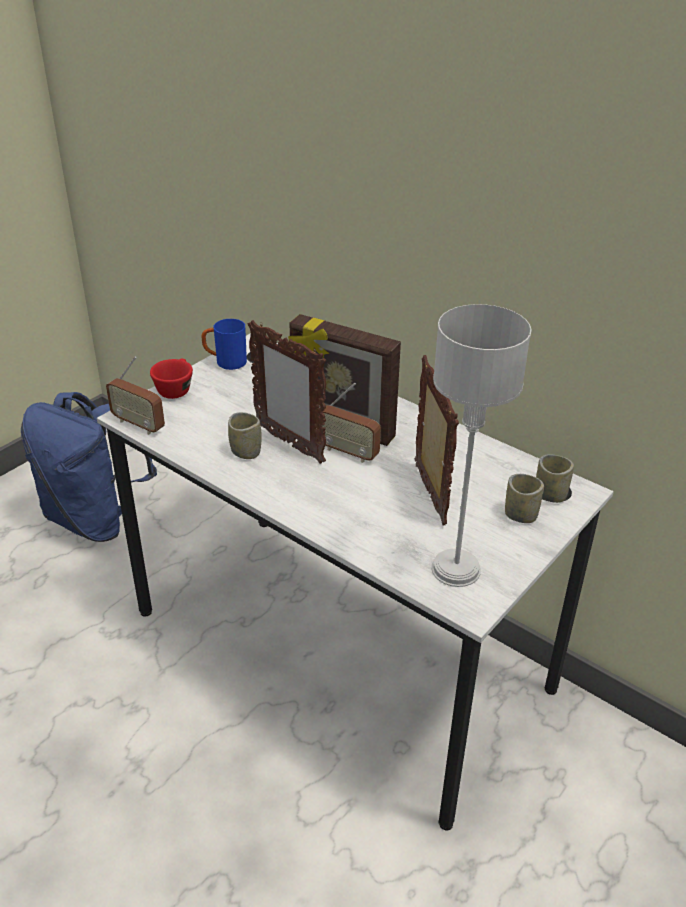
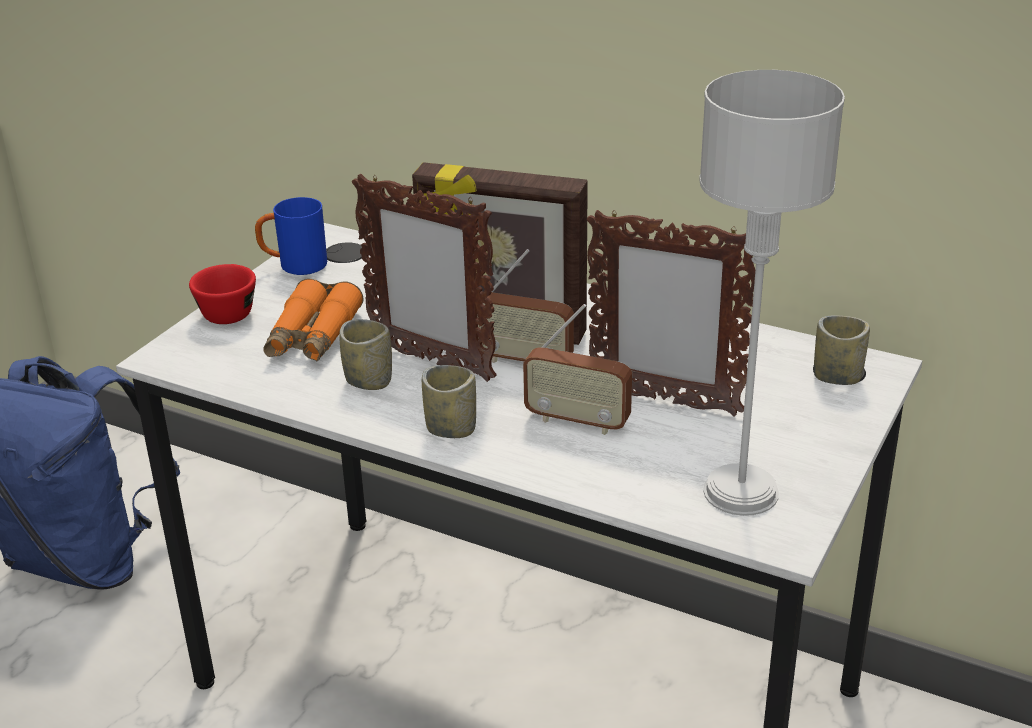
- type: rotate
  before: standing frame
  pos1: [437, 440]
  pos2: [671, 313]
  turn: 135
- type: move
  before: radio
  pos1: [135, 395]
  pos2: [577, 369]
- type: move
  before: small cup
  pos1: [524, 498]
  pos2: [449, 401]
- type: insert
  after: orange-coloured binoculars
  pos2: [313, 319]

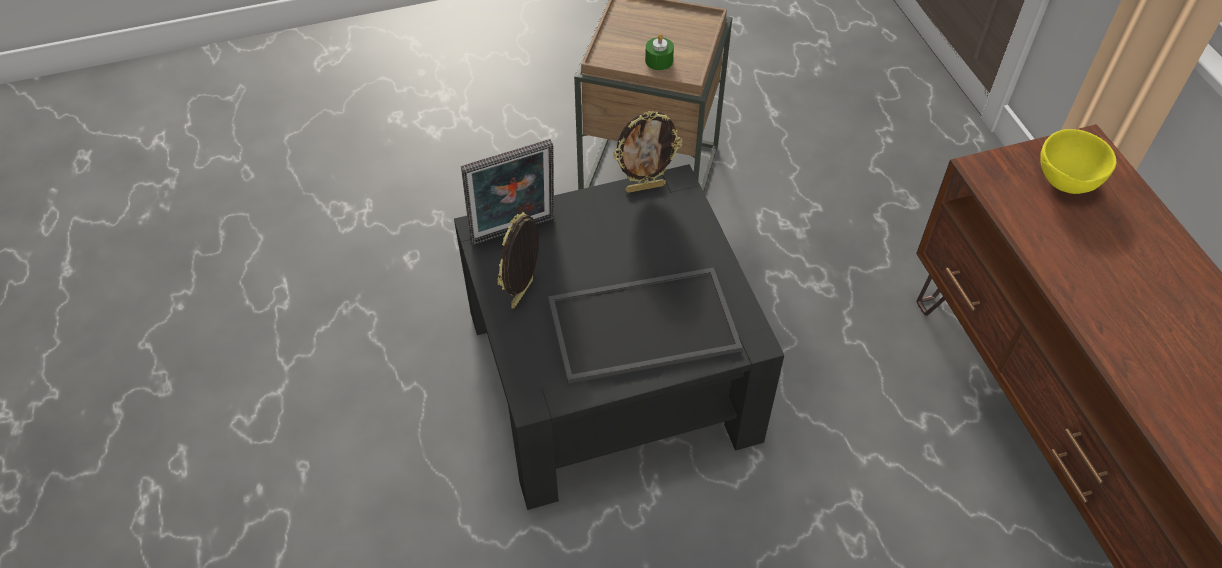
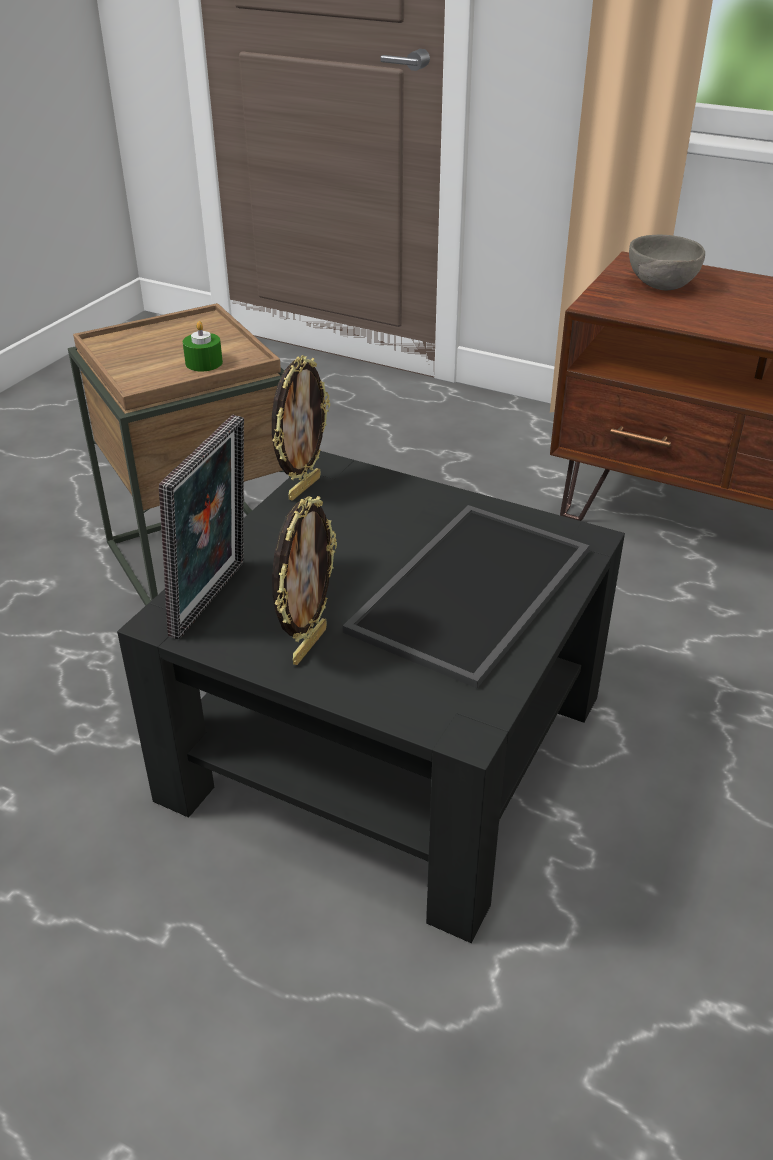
- type: recolor
  before: yellow-coloured deep dish
  after: gray deep dish
  pos1: [1078, 161]
  pos2: [667, 262]
- type: rotate
  before: standing frame
  pos1: [518, 260]
  pos2: [304, 580]
  turn: -135

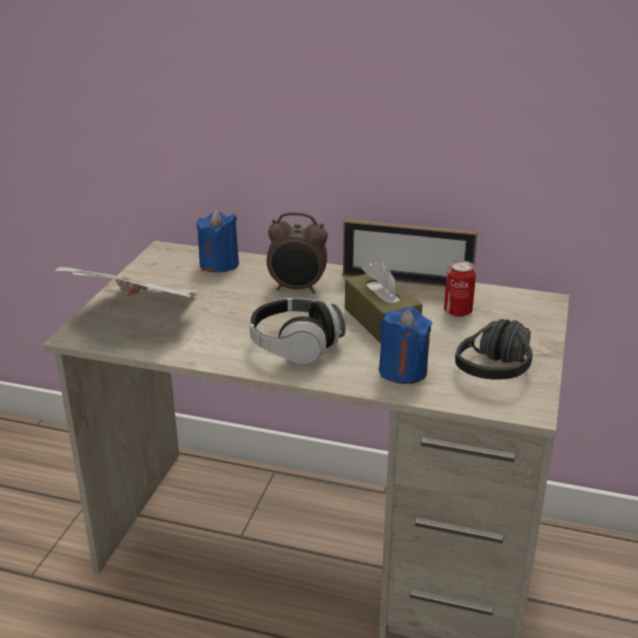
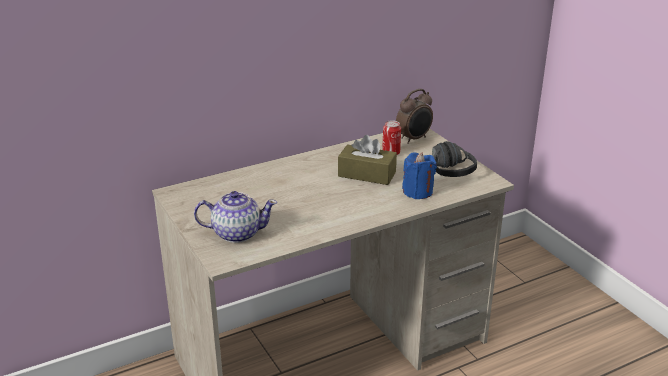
- type: delete
  before: blue wax candle
  pos1: [218, 241]
- type: move
  before: bedside clock
  pos1: [297, 252]
  pos2: [414, 116]
- type: delete
  before: standing frame
  pos1: [410, 253]
- type: replace
  before: daily paper
  after: teapot
  pos1: [126, 282]
  pos2: [235, 217]
- type: delete
  before: pair of headphones
  pos1: [297, 331]

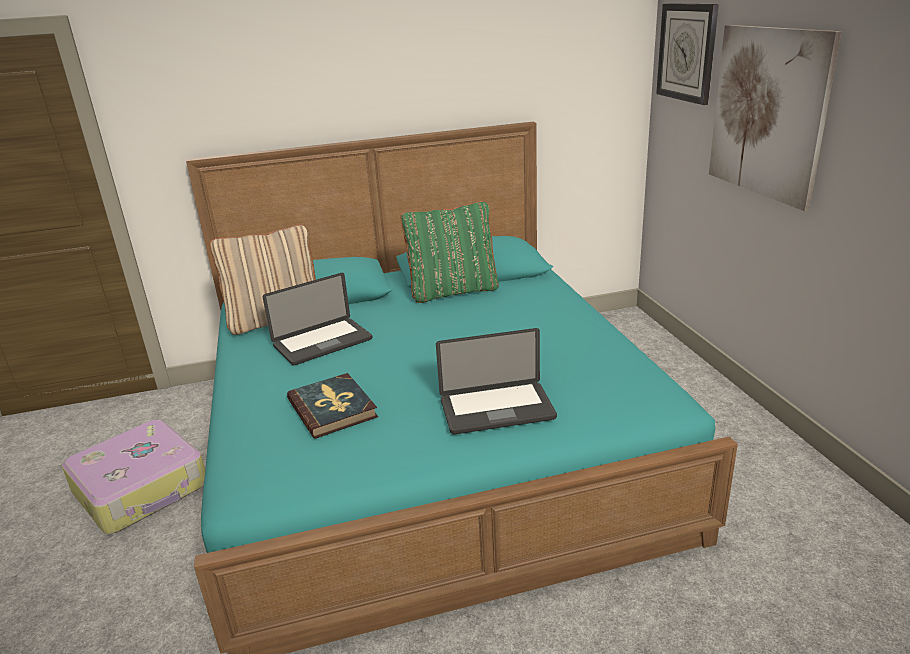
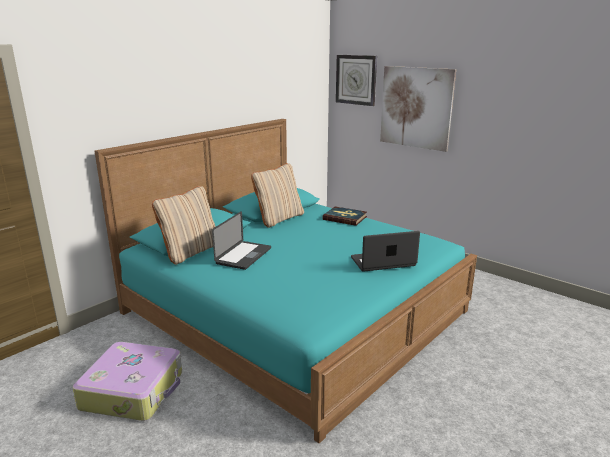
- type: recolor
  before: greenish pillow
  after: beige-coloured pillow
  pos1: [450, 252]
  pos2: [277, 195]
- type: rotate
  before: laptop
  pos1: [496, 381]
  pos2: [385, 251]
  turn: -150
- type: move
  before: volume
  pos1: [332, 406]
  pos2: [345, 216]

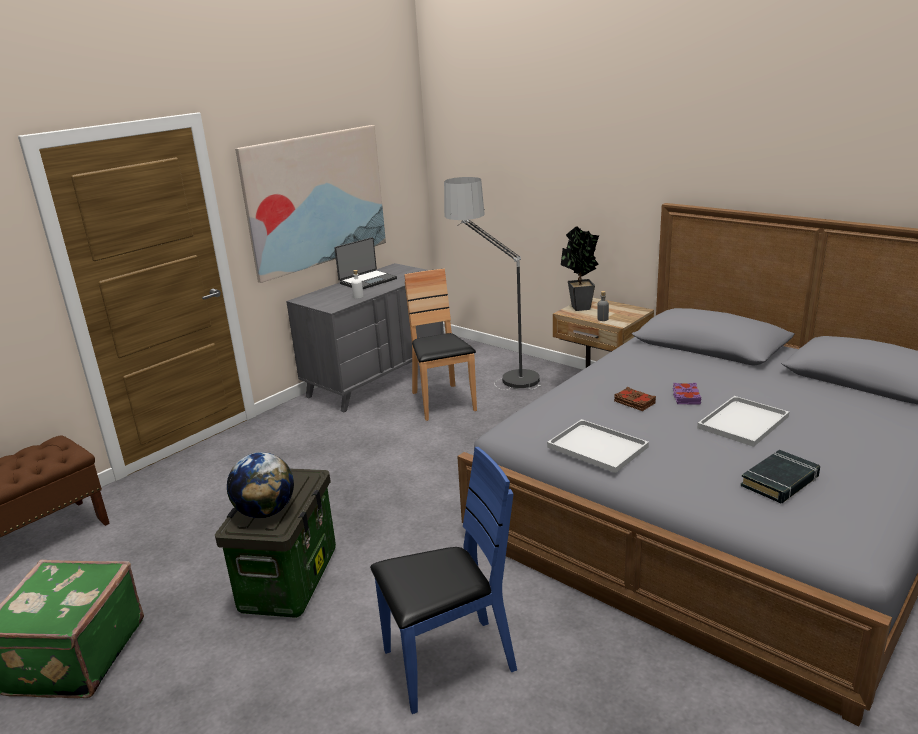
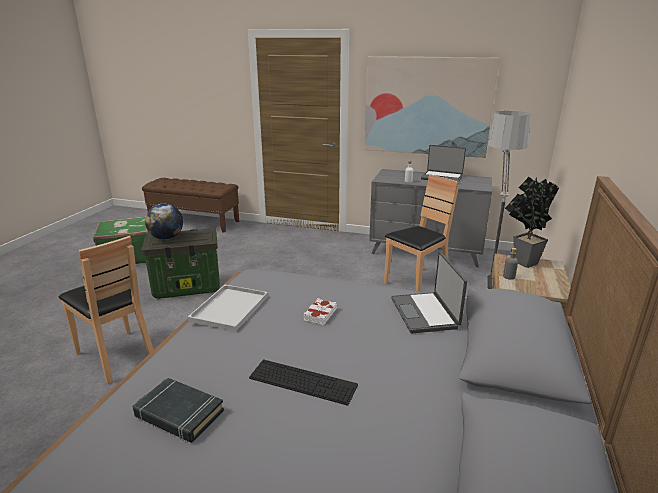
- type: delete
  before: purple volume
  pos1: [687, 394]
- type: recolor
  before: brownish volume
  after: whitish volume
  pos1: [635, 399]
  pos2: [320, 311]
- type: replace
  before: whitish carrying tray
  after: keyboard
  pos1: [743, 421]
  pos2: [303, 382]
- type: recolor
  before: blue upright chair
  after: brownish upright chair
  pos1: [443, 580]
  pos2: [106, 310]
- type: insert
  after: laptop
  pos2: [429, 292]

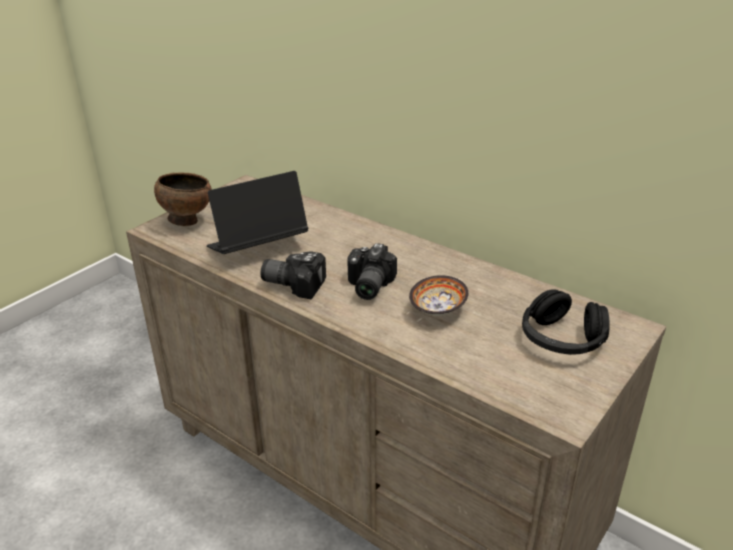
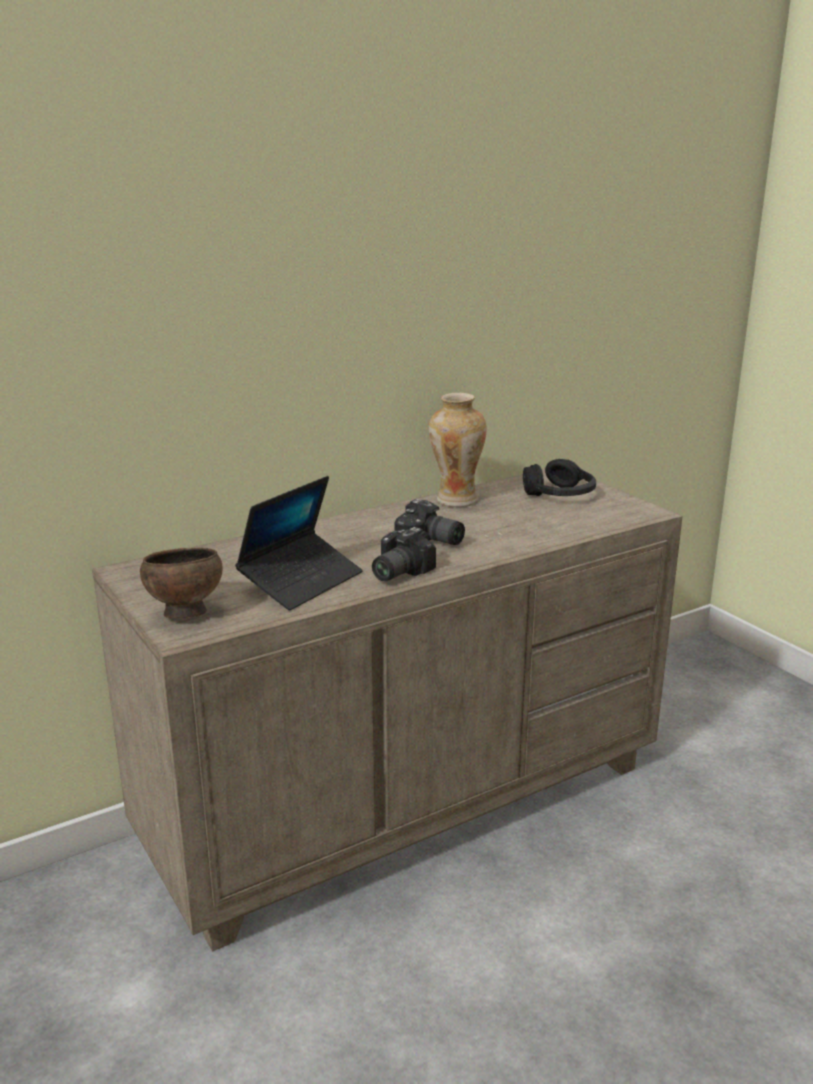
- type: rotate
  before: laptop
  pos1: [257, 212]
  pos2: [299, 543]
  turn: -135
- type: delete
  before: deep dish
  pos1: [438, 295]
- type: insert
  after: decorative vase
  pos2: [458, 450]

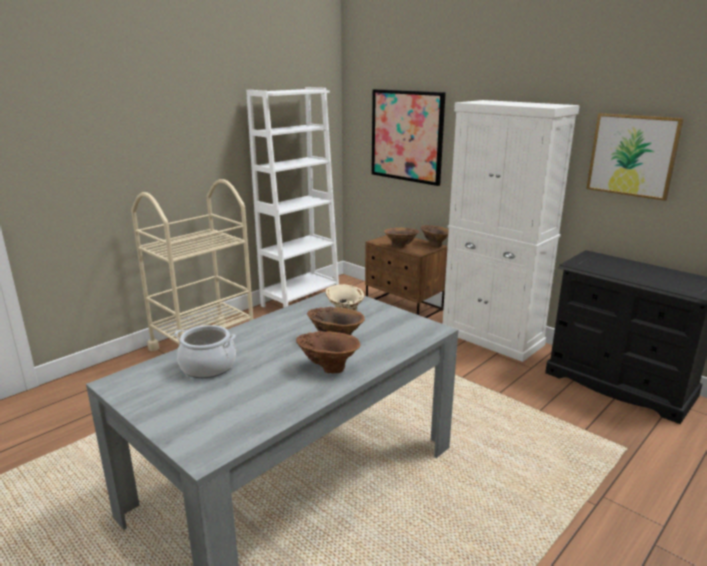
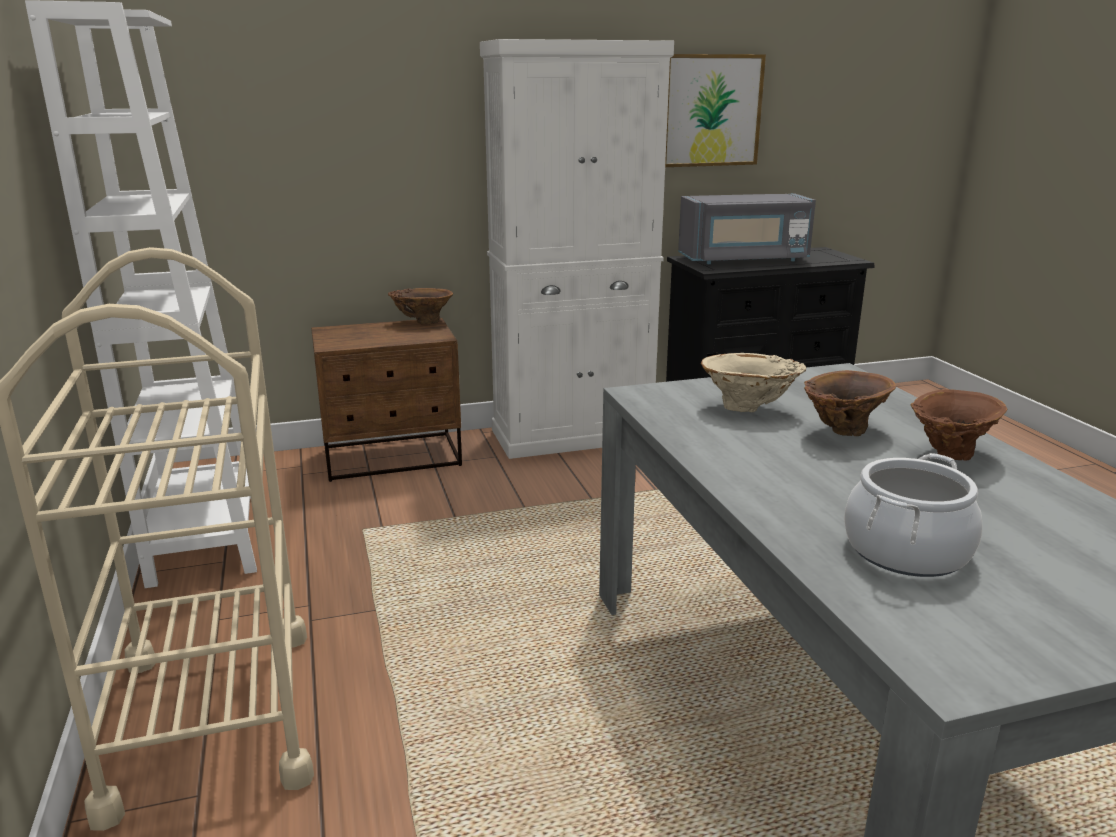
- type: delete
  before: wall art
  pos1: [409, 137]
- type: delete
  before: brownish decorative vase
  pos1: [401, 238]
- type: insert
  after: gray kitchen microwave
  pos2: [747, 229]

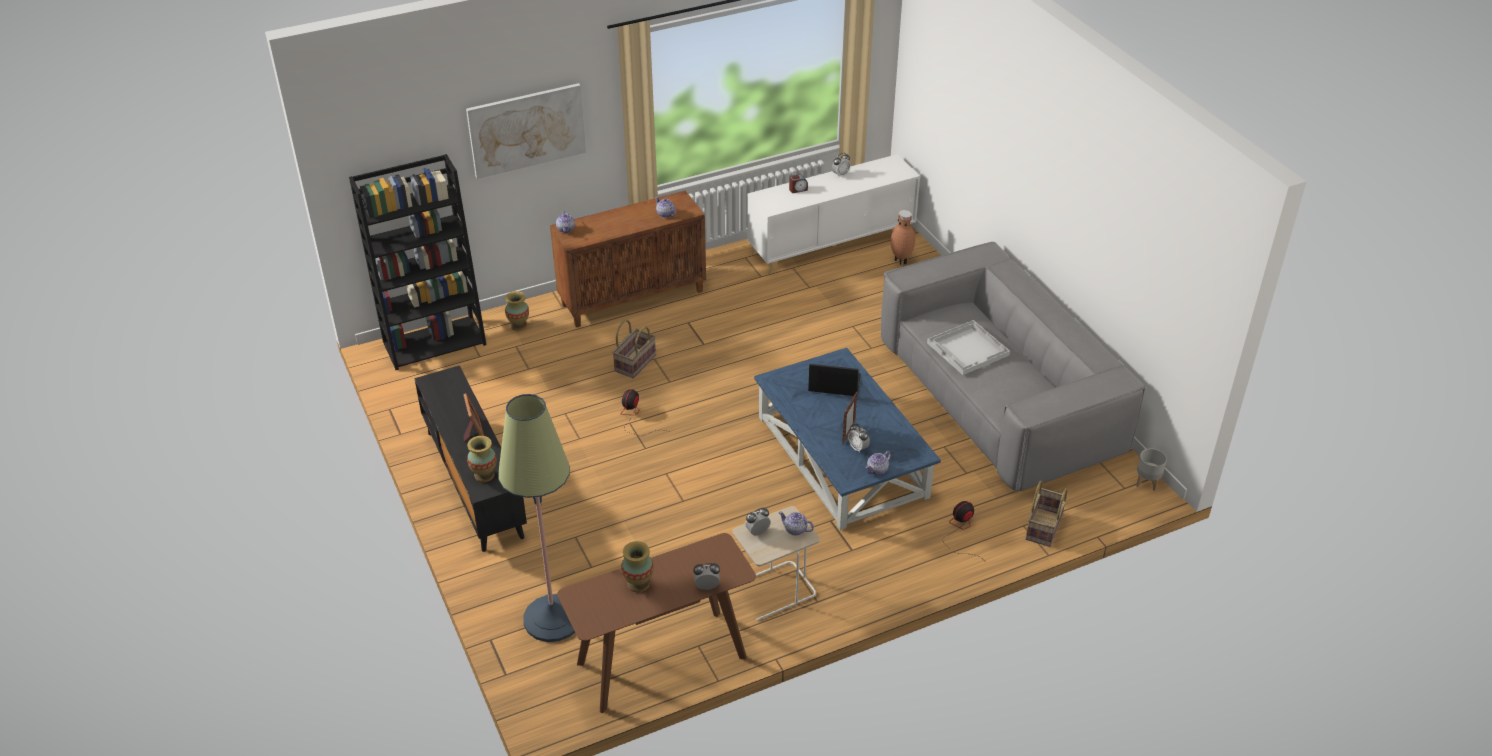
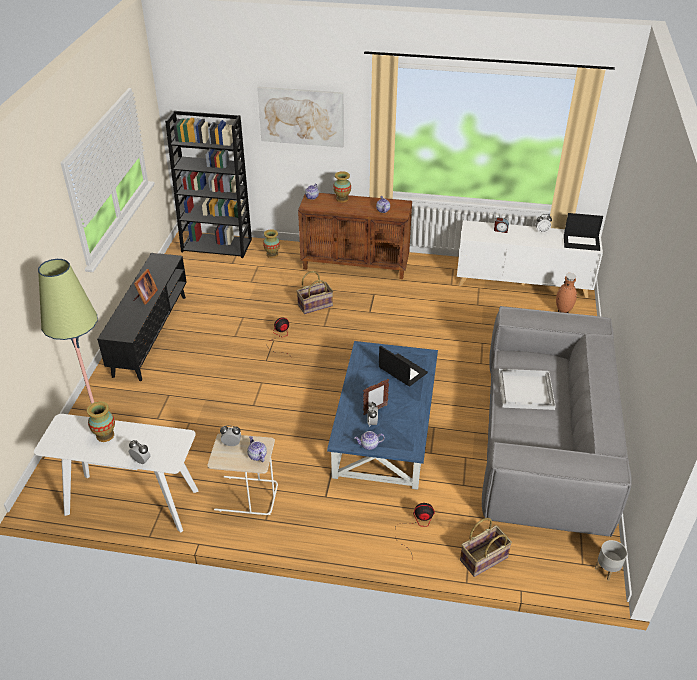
- type: move
  before: decorative vase
  pos1: [482, 459]
  pos2: [342, 186]
- type: recolor
  before: brownish hall table
  after: whitish hall table
  pos1: [656, 623]
  pos2: [116, 473]
- type: insert
  after: laptop
  pos2: [583, 232]

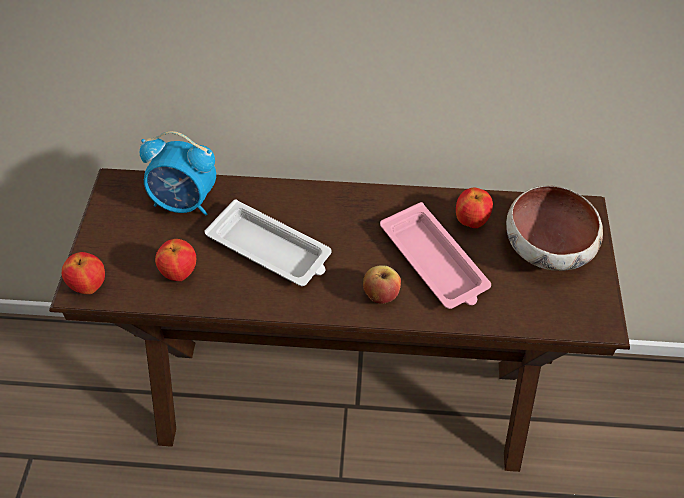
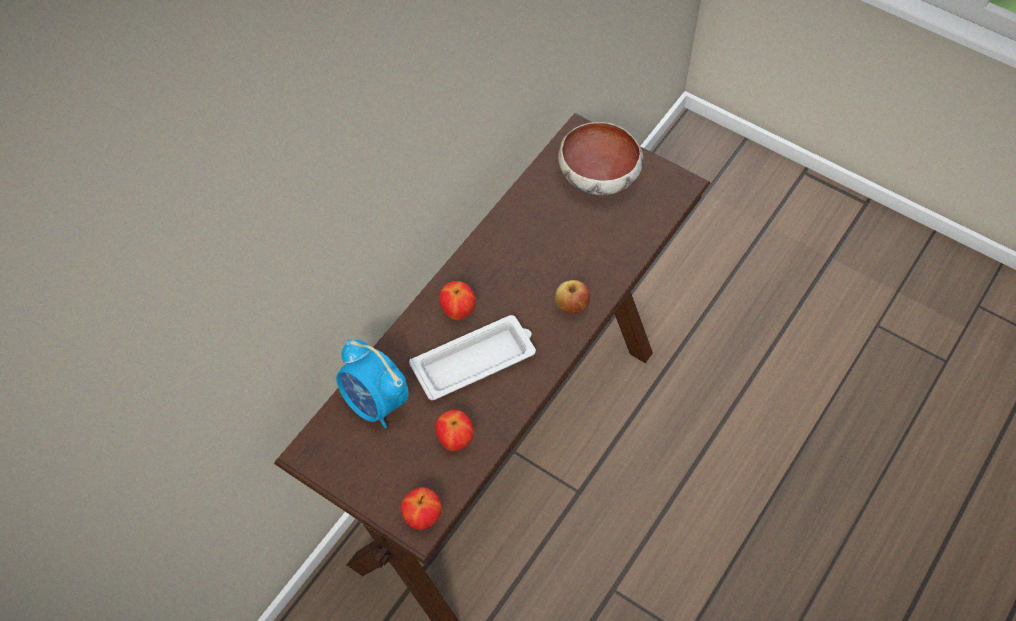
- type: rotate
  before: bedside clock
  pos1: [178, 173]
  pos2: [372, 383]
  turn: 90
- type: move
  before: whole apple
  pos1: [474, 208]
  pos2: [457, 300]
- type: delete
  before: pink carrying tray
  pos1: [435, 255]

